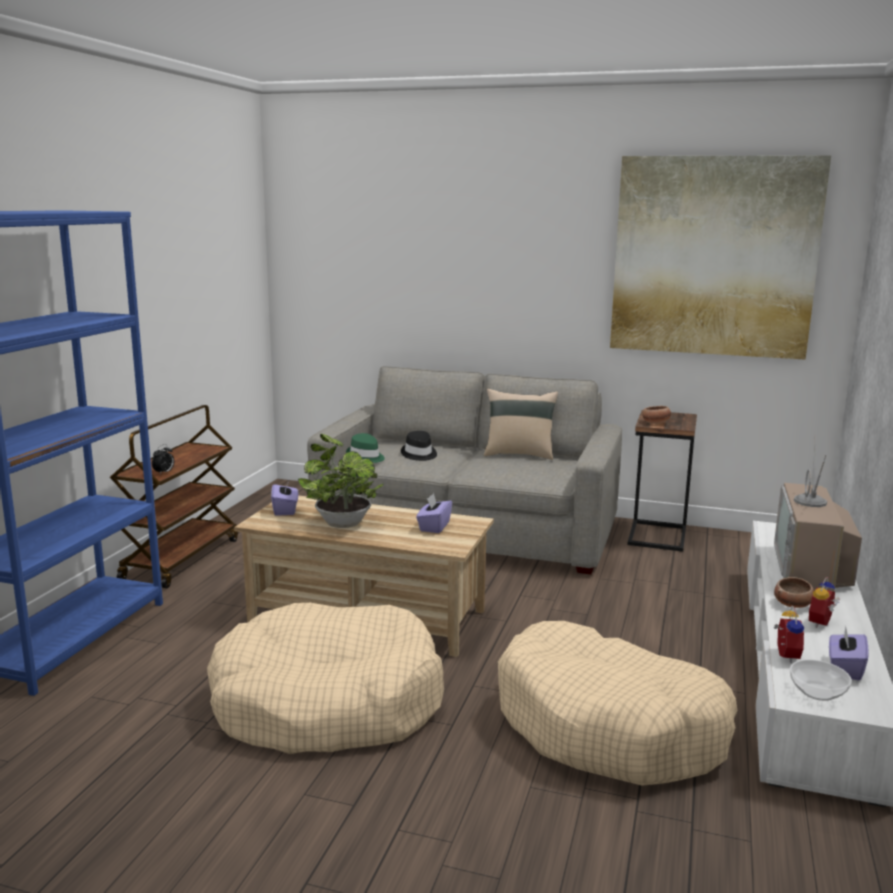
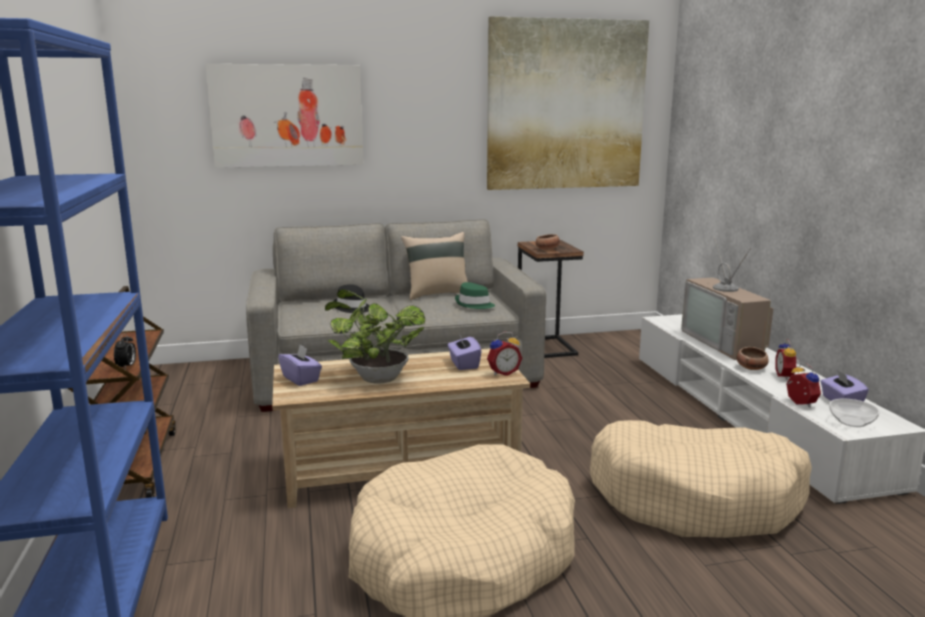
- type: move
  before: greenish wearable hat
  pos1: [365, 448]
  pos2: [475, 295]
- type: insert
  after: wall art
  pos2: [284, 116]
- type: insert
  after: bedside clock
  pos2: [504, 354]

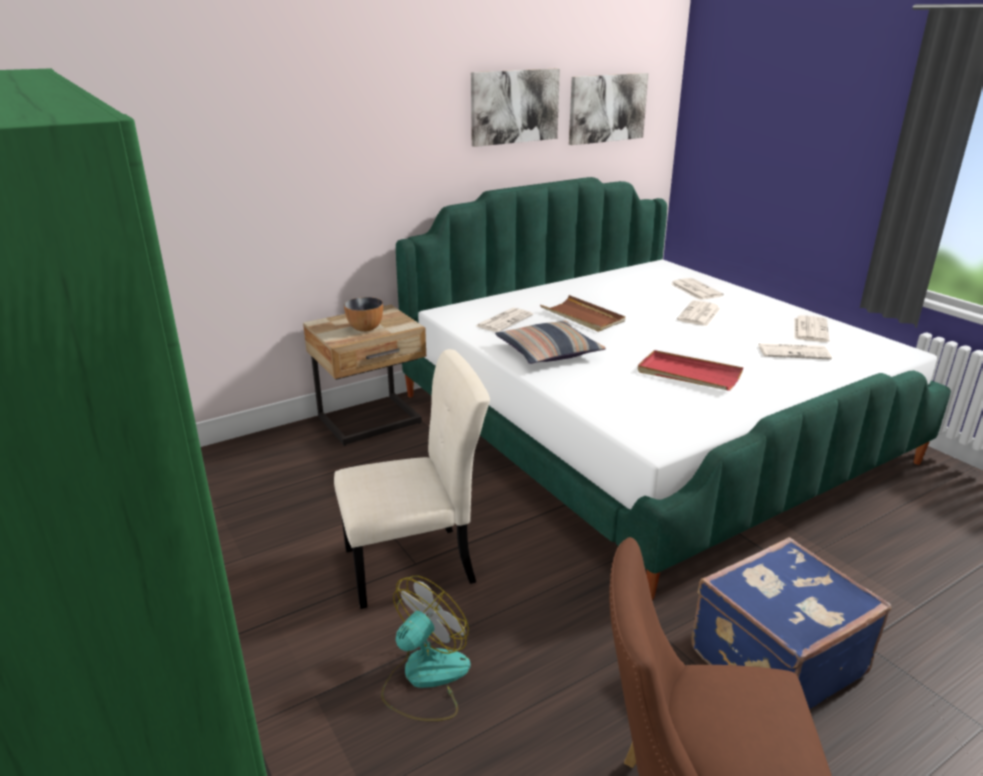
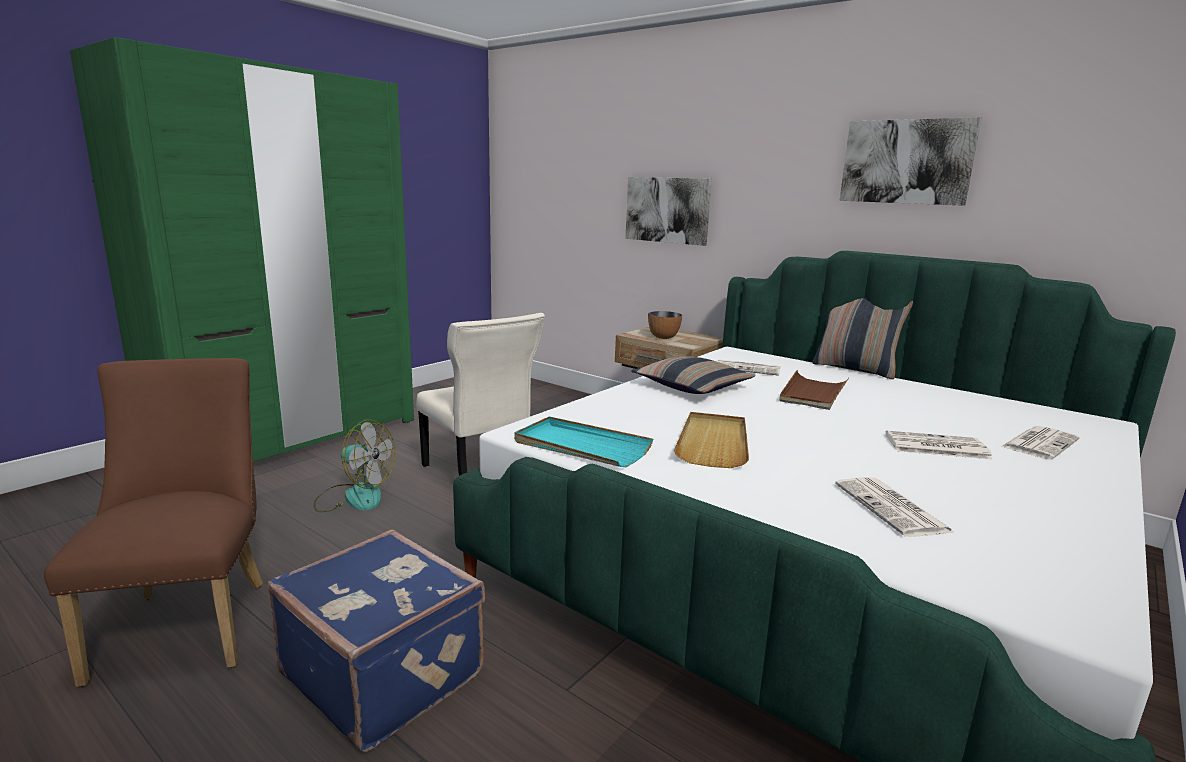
- type: move
  before: wall art
  pos1: [609, 109]
  pos2: [668, 211]
- type: delete
  before: daily paper
  pos1: [811, 328]
- type: recolor
  before: red-coloured carrying tray
  after: beige-coloured carrying tray
  pos1: [690, 370]
  pos2: [711, 440]
- type: insert
  after: pillow
  pos2: [862, 338]
- type: insert
  after: turquoise carrying tray
  pos2: [583, 441]

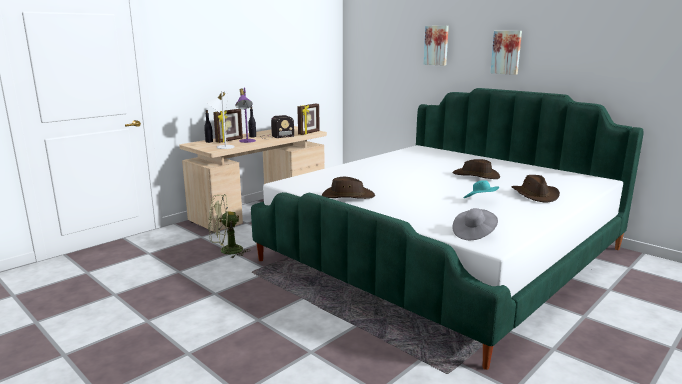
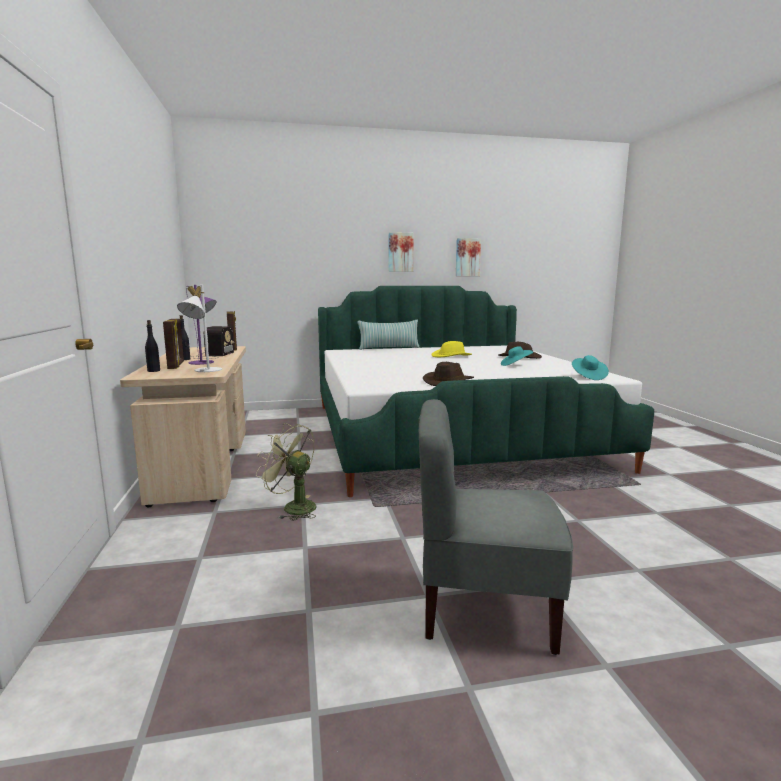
- type: move
  before: wall art
  pos1: [436, 46]
  pos2: [468, 257]
- type: recolor
  before: brownish wearable hat
  after: yellow-coloured wearable hat
  pos1: [476, 169]
  pos2: [451, 349]
- type: rotate
  before: greenish cooling fan
  pos1: [229, 226]
  pos2: [286, 472]
  turn: 105
- type: recolor
  before: gray wearable hat
  after: turquoise wearable hat
  pos1: [475, 224]
  pos2: [590, 367]
- type: insert
  after: pillow
  pos2: [389, 335]
- type: insert
  after: gray upright chair
  pos2: [496, 527]

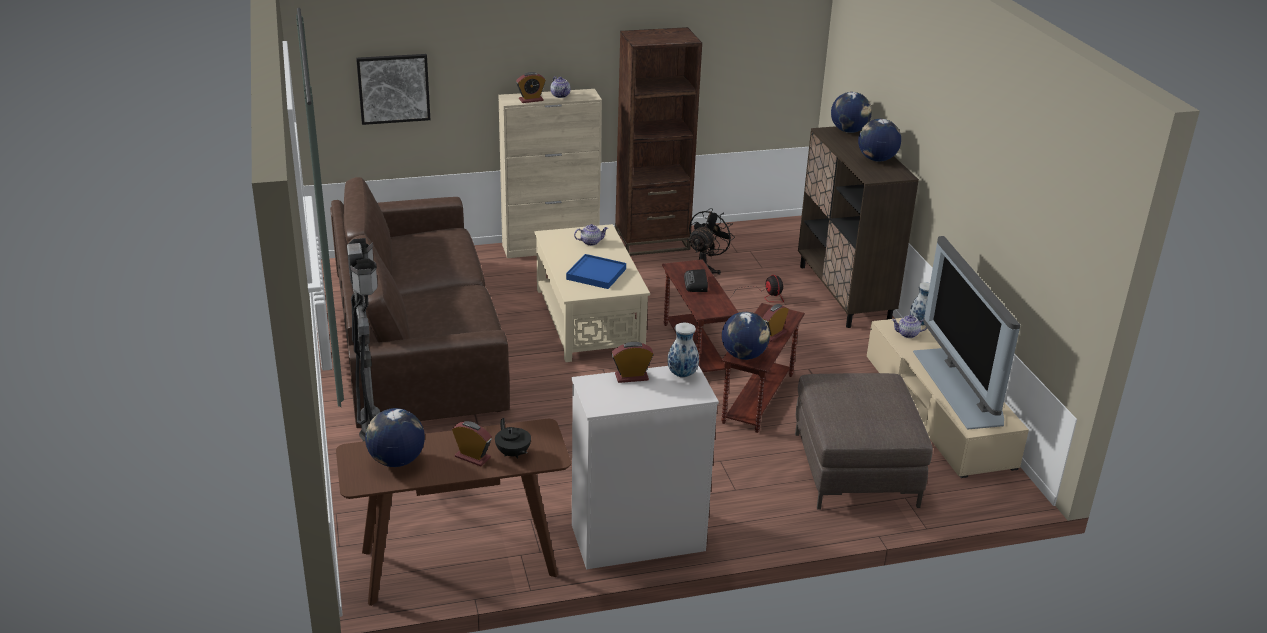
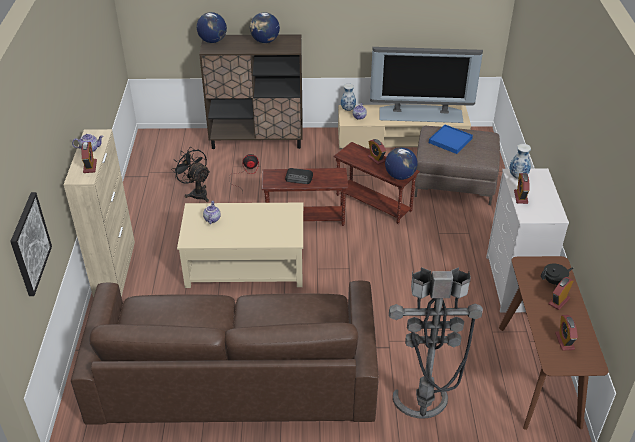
- type: delete
  before: brownish bookshelf
  pos1: [658, 141]
- type: move
  before: blue carrying tray
  pos1: [596, 271]
  pos2: [451, 139]
- type: replace
  before: world globe
  after: bedside clock
  pos1: [395, 437]
  pos2: [566, 333]

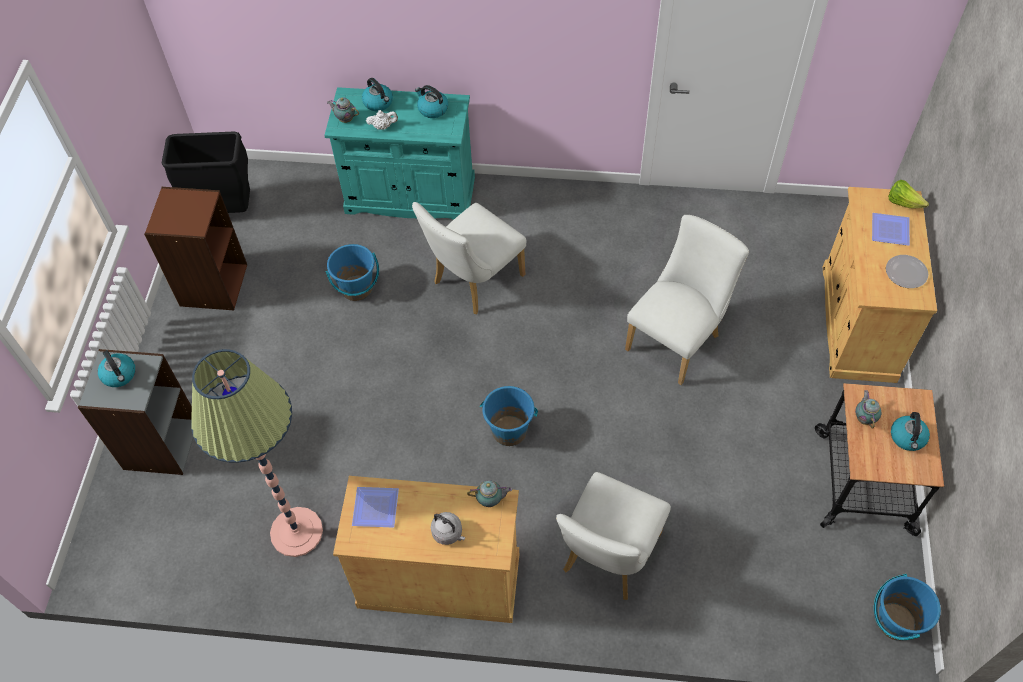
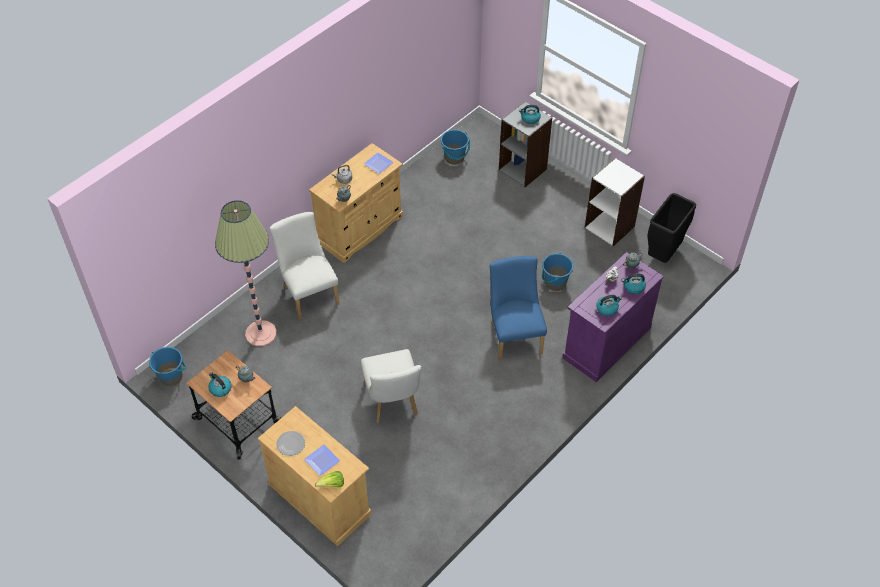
- type: recolor
  before: turquoise cabinet
  after: purple cabinet
  pos1: [399, 153]
  pos2: [613, 317]
- type: recolor
  before: brownish bookshelf
  after: whitish bookshelf
  pos1: [195, 248]
  pos2: [615, 202]
- type: recolor
  before: whitish upright chair
  after: blue upright chair
  pos1: [469, 258]
  pos2: [518, 308]
- type: move
  before: standing lamp
  pos1: [257, 453]
  pos2: [246, 273]
- type: move
  before: blue pail
  pos1: [509, 416]
  pos2: [455, 147]

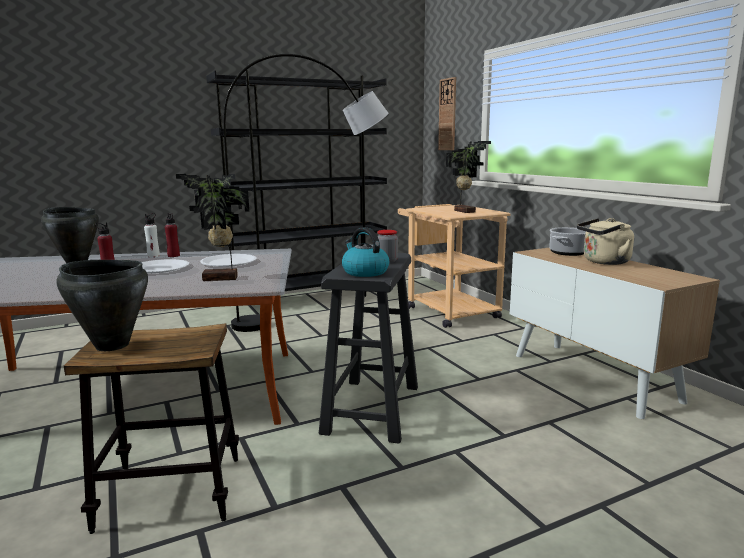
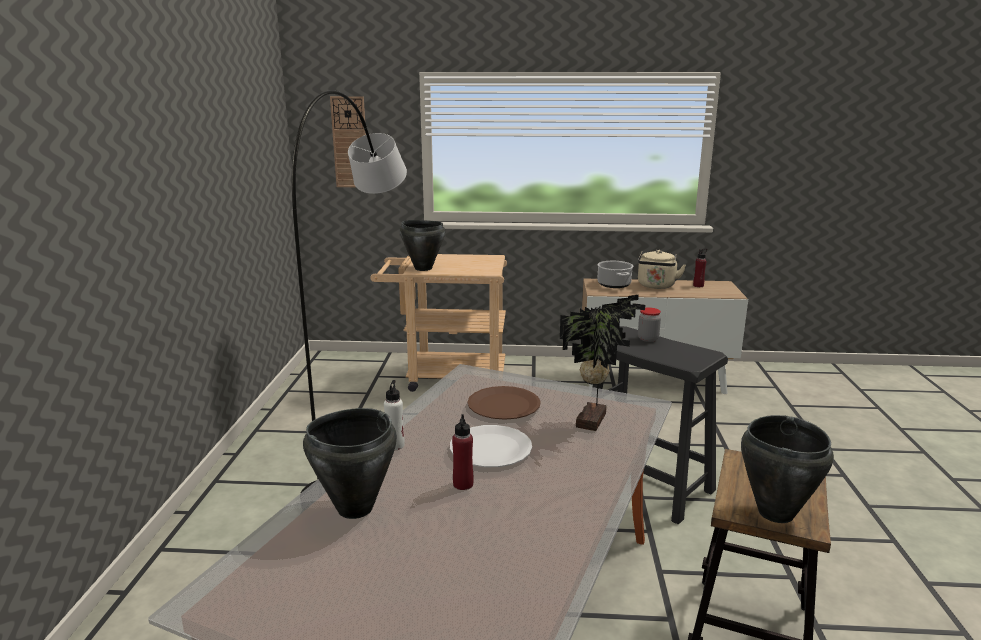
- type: delete
  before: blackish bookshelf
  pos1: [296, 183]
- type: delete
  before: houseplant
  pos1: [468, 177]
- type: move
  before: red-coloured beverage bottle
  pos1: [172, 235]
  pos2: [700, 267]
- type: delete
  before: tea kettle
  pos1: [365, 252]
- type: recolor
  before: whitish flat dish
  after: brownish flat dish
  pos1: [228, 260]
  pos2: [504, 403]
- type: insert
  after: blackish stockpot
  pos2: [422, 245]

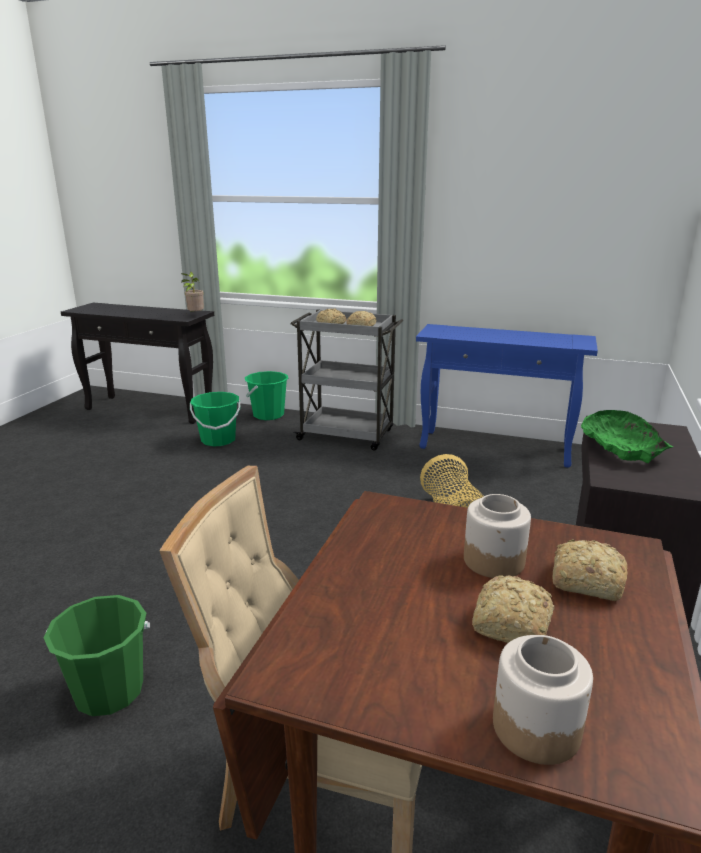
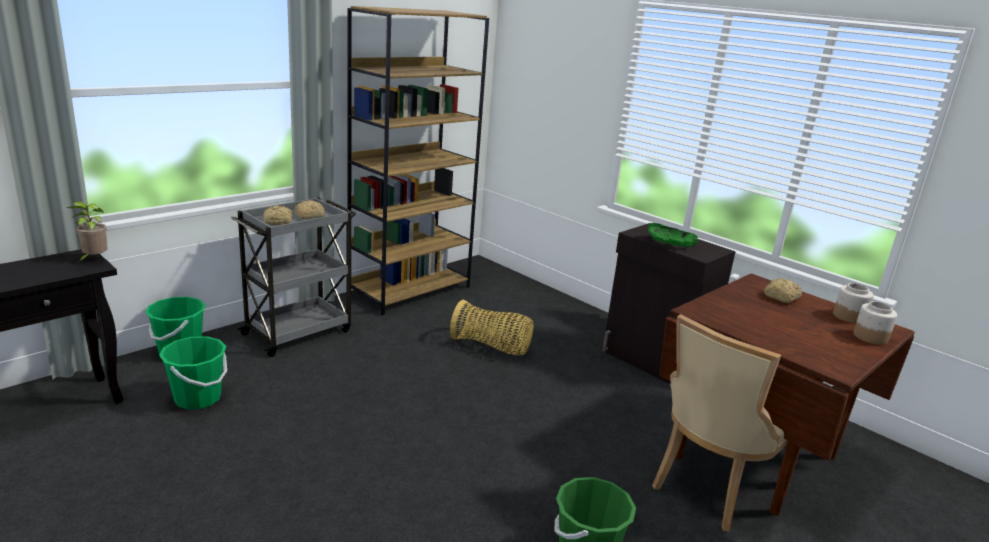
- type: replace
  before: blue hall table
  after: brownish bookshelf
  pos1: [507, 396]
  pos2: [418, 160]
- type: move
  before: preserve jar
  pos1: [497, 536]
  pos2: [853, 303]
- type: delete
  before: bread
  pos1: [513, 609]

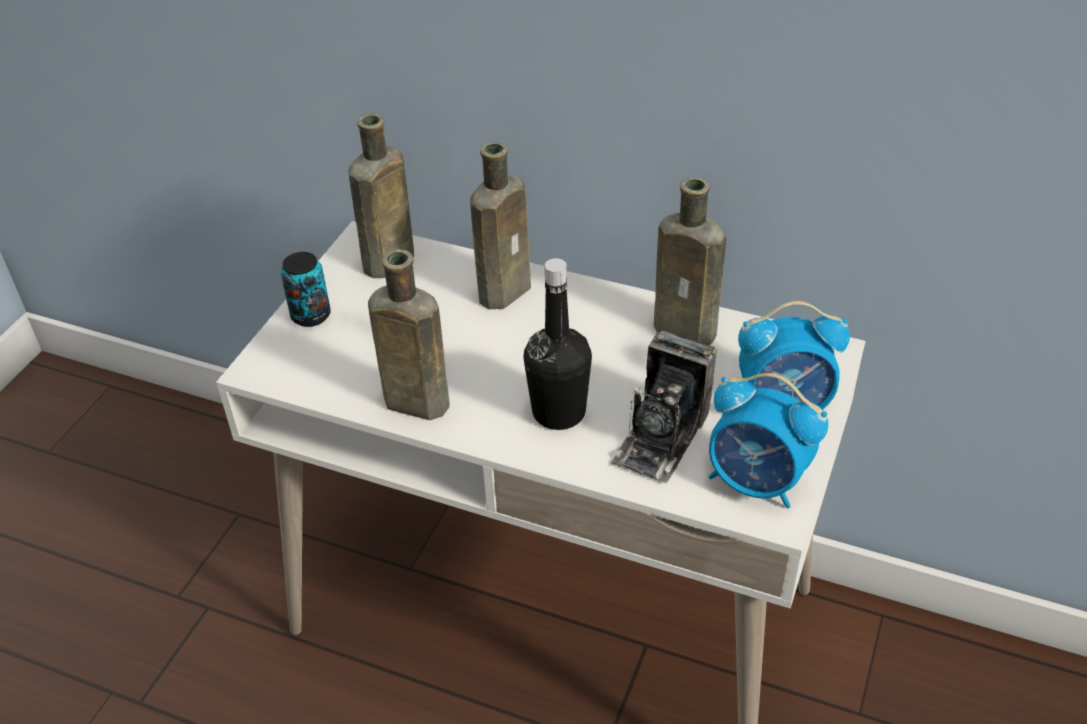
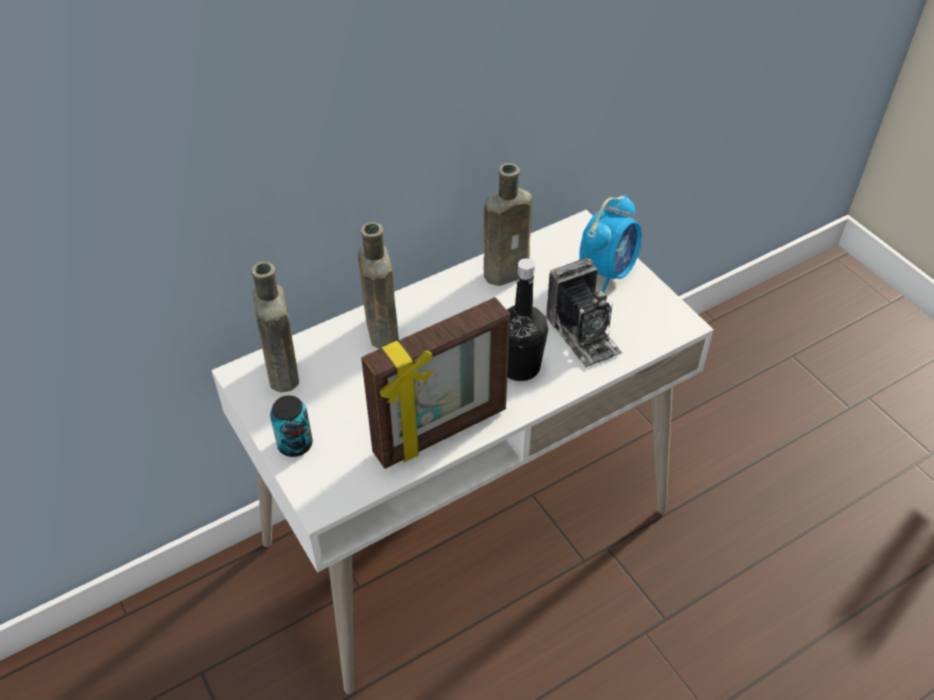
- type: replace
  before: brownish beverage bottle
  after: standing frame
  pos1: [409, 334]
  pos2: [435, 383]
- type: delete
  before: bedside clock
  pos1: [768, 440]

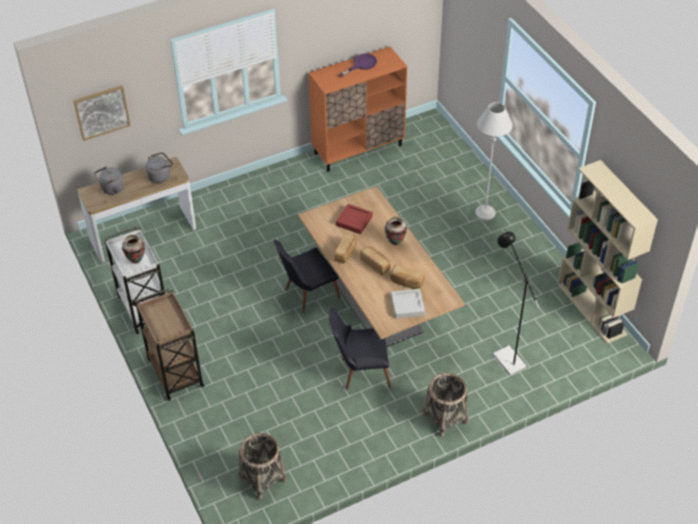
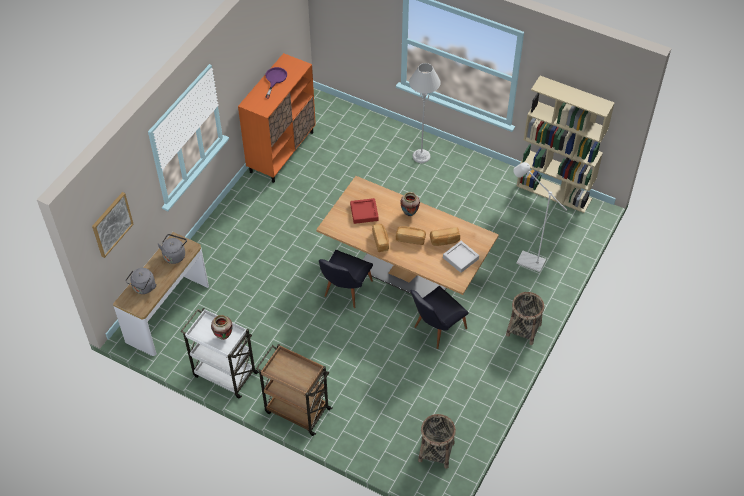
- type: recolor
  before: blackish standing lamp
  after: whitish standing lamp
  pos1: [516, 303]
  pos2: [540, 217]

